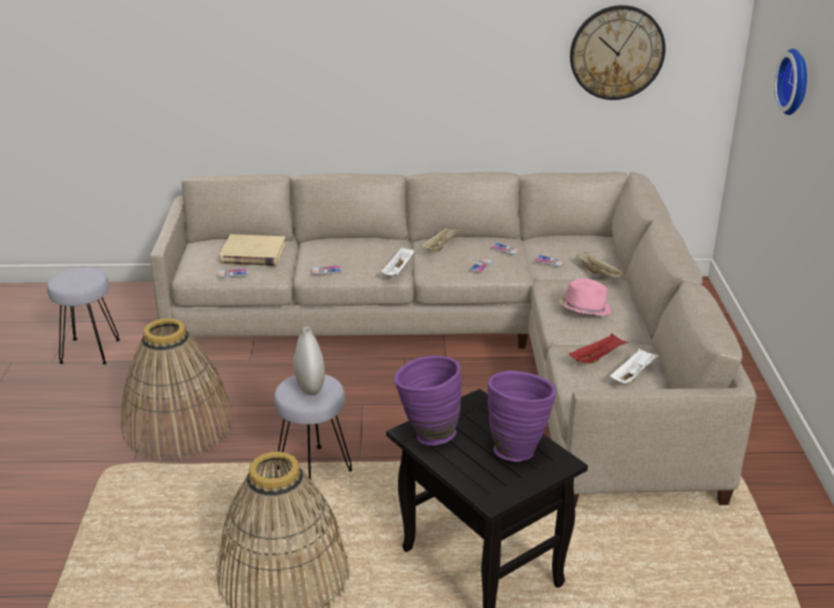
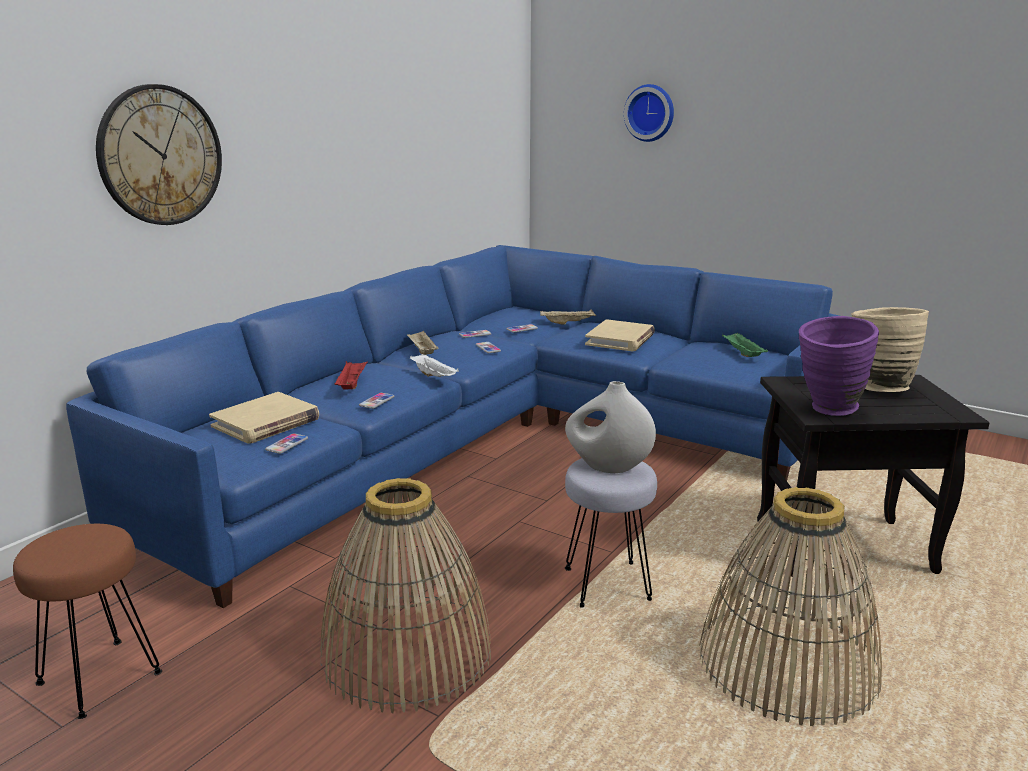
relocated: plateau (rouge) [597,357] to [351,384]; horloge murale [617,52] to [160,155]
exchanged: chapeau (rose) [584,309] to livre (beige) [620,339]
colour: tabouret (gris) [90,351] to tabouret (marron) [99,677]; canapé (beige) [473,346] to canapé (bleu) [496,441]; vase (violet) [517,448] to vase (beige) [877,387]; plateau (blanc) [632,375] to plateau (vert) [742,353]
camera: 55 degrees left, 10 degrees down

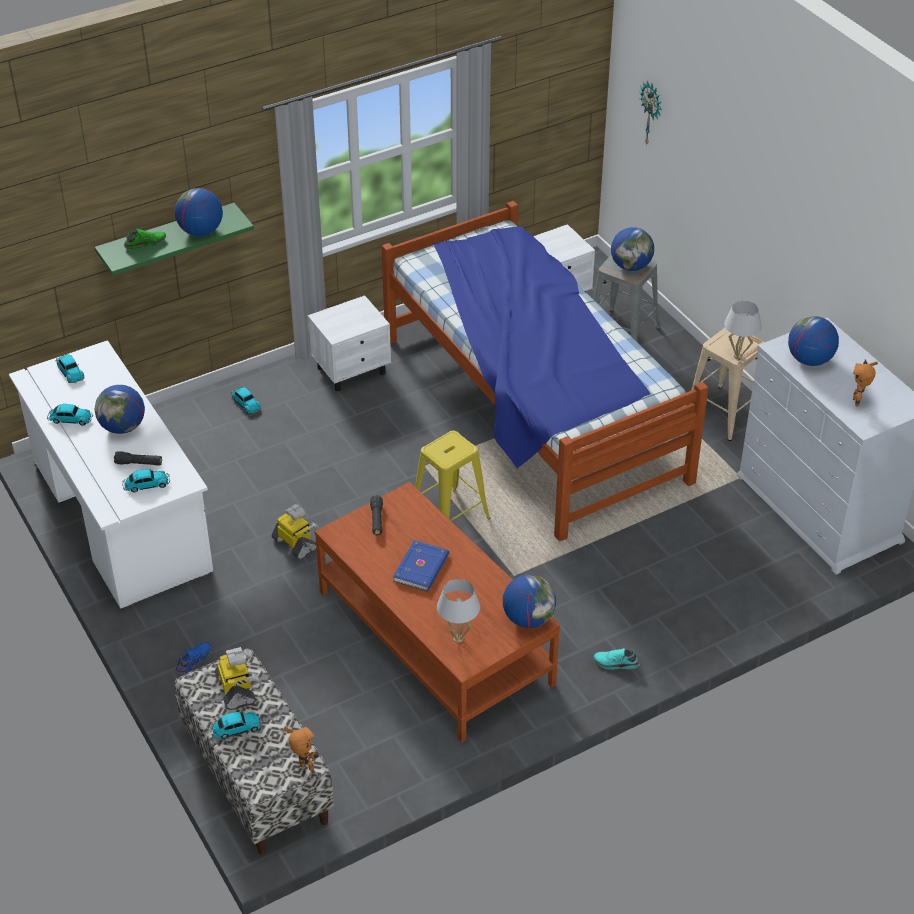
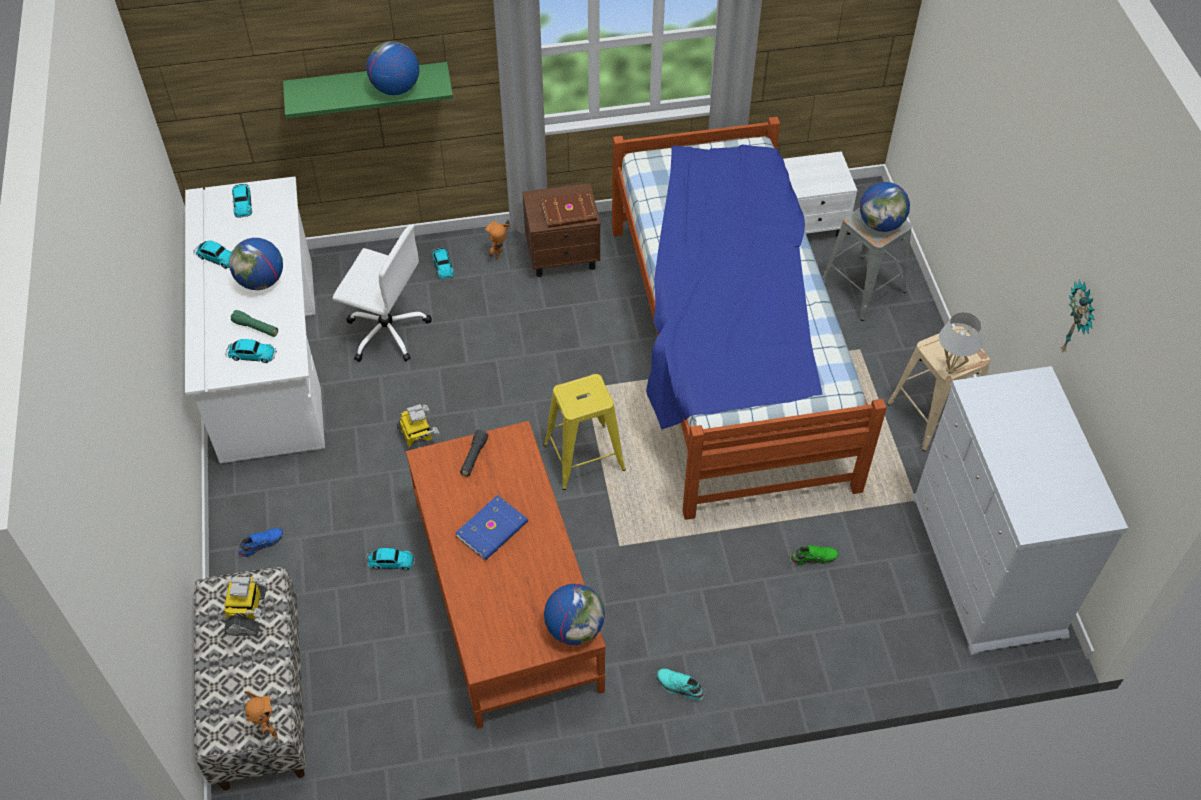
missing: lampe de table (blanc) [458,639]; globe [809,360]
appeared: chaise de bureau (blanc) [386,331]; livre (marron) [569,213]
relocated: chaussure (vert) [145,243] to [813,557]; petite voiture [235,728] to [390,562]; horloge murale [651,113] to [1079,321]; robot jouet [858,402] to [501,255]
colour: lampe de poche (noir) [139,463] to lampe de poche (vert) [256,328]; table de chevet (blanc) [352,370] to table de chevet (marron) [563,256]
camera: 20 degrees right, 10 degrees up

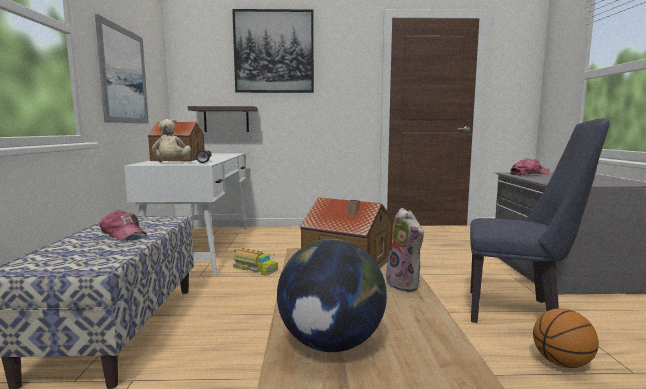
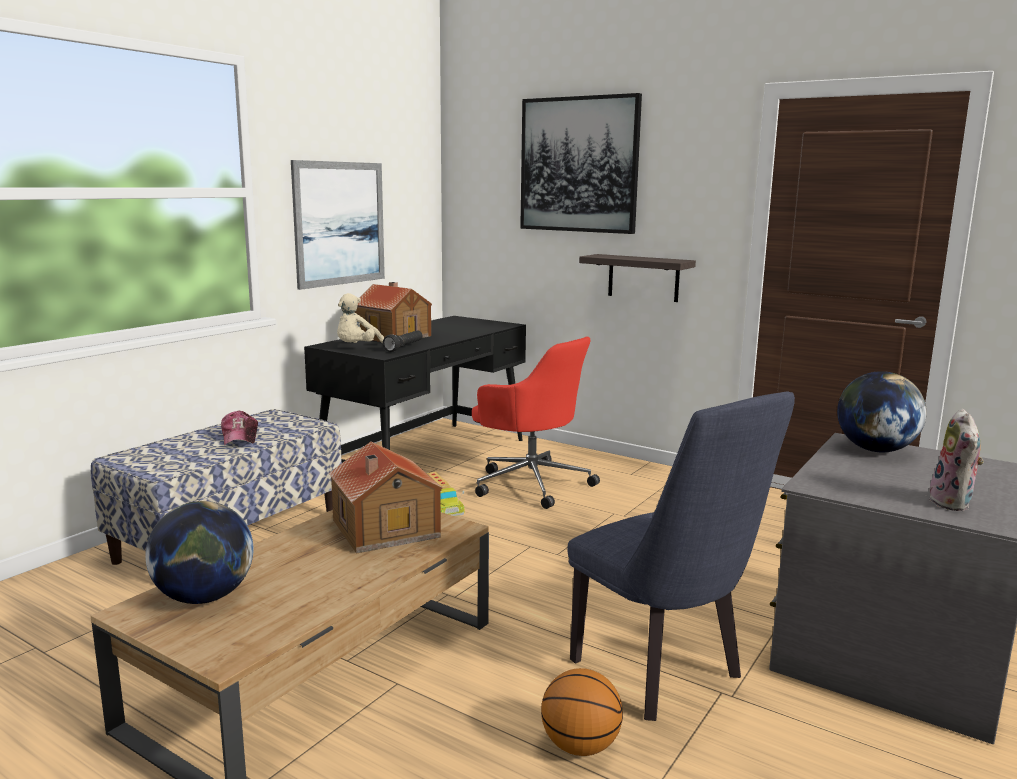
appeared: chaise de bureau (rouge) [531,483]
relocated: étagère [226,119] to [643,278]; peluche [405,284] to [953,503]
exchanged: casquette [529,174] to globe [875,450]
colour: bureau (blanc) [202,248] to bureau (noir) [426,458]
camera: 35 degrees right, 5 degrees up

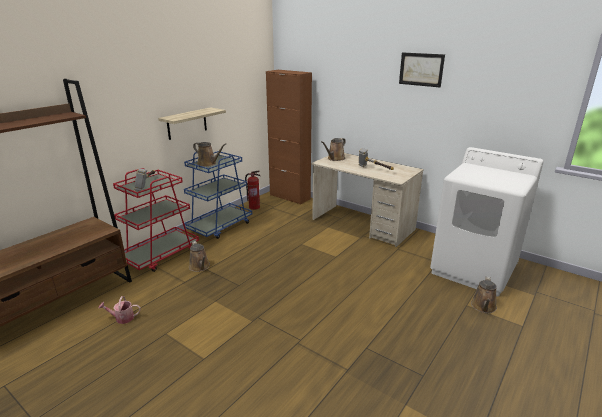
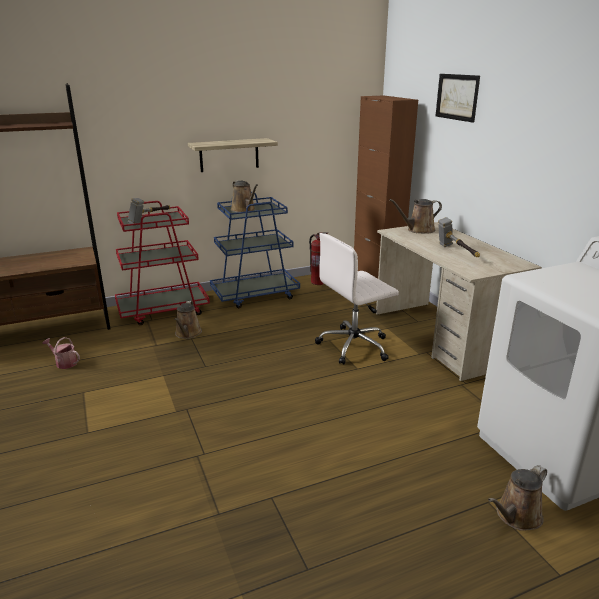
appeared: chaise de bureau (blanc) [355,346]
relocated: tableau [421,69] to [457,97]
camera: 30 degrees right, 0 degrees up

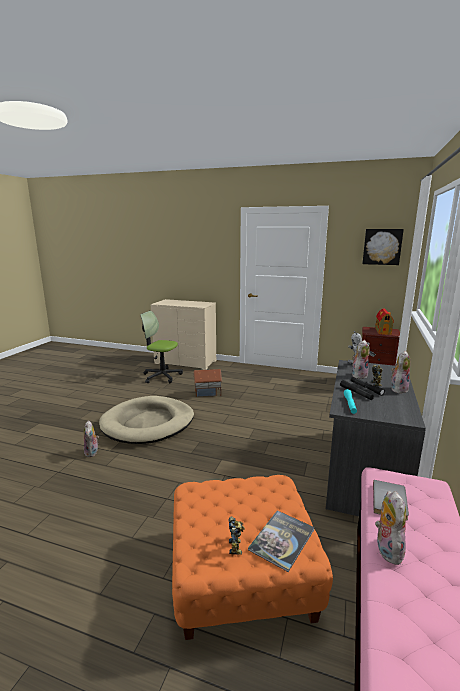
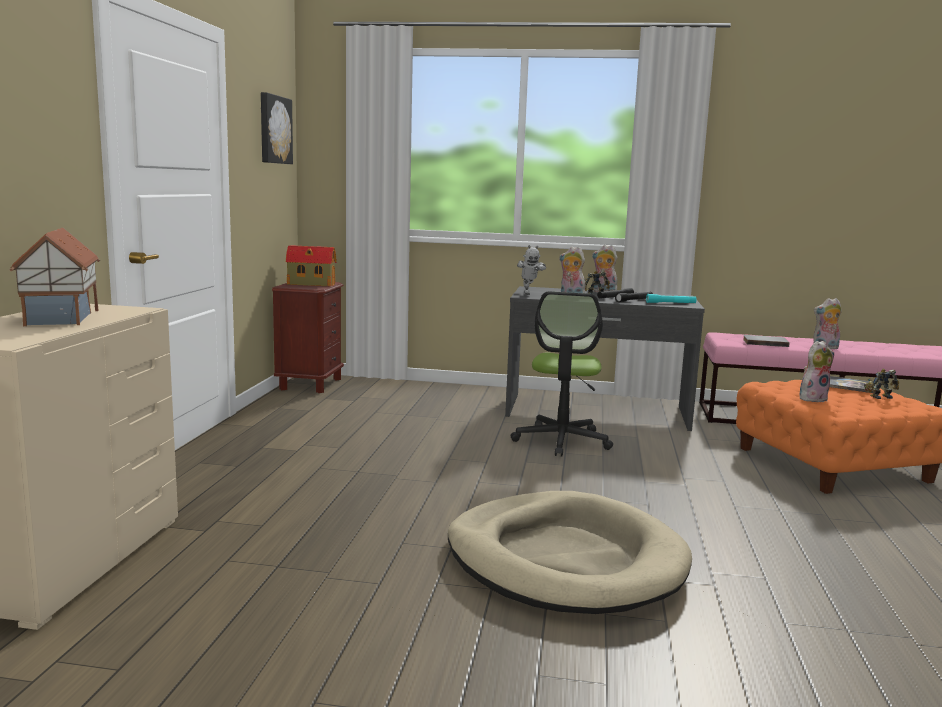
relocated: peluche [92,452] to [812,398]; chaise de bureau [162,376] to [561,441]; maison miniature [208,393] to [64,318]
camera: 100 degrees left, 5 degrees down

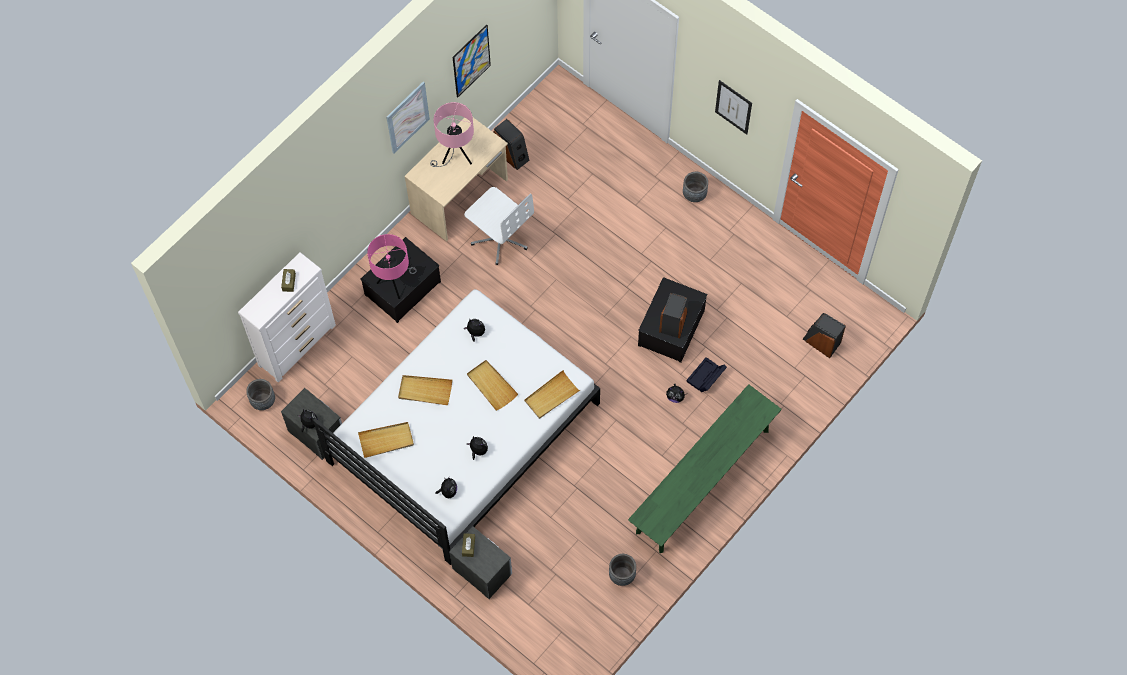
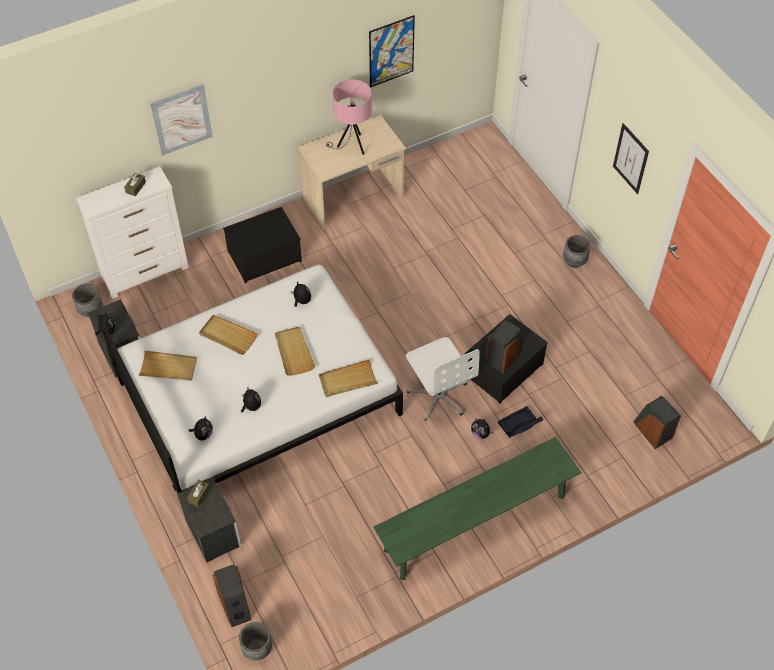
missing: lampe de table (rose) [395,284]
relocated: tableau [407,117] to [181,119]; chaise de bureau (blanc) [500,238] to [438,395]; enceinte [512,154] to [235,605]; cache-pot (gris) [622,575] to [257,648]
camera: 20 degrees right, 10 degrees down

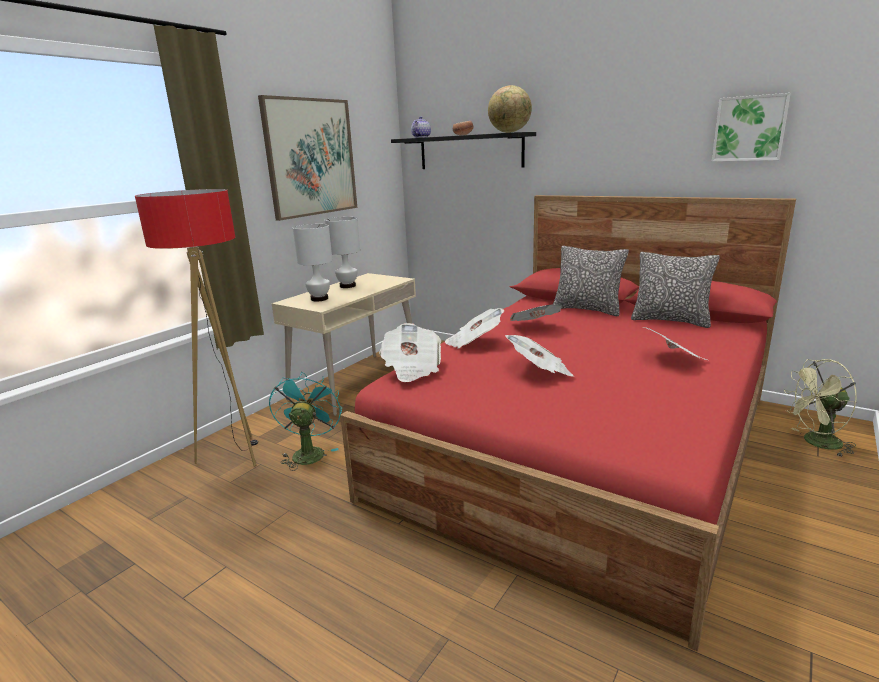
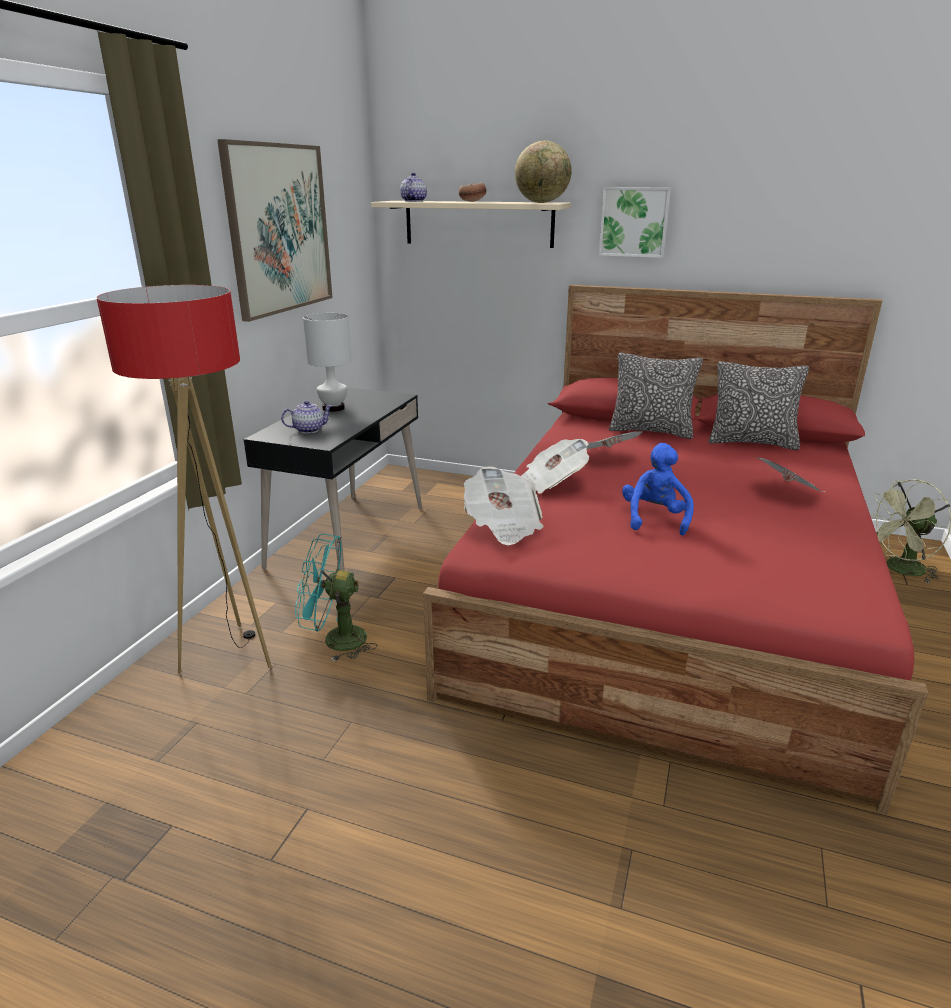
relocated: tableau [749,128] to [634,222]
exchanged: lampe de table (blanc) [319,299] to théière [309,430]; journal [539,372] to peluche (bleu) [654,519]
colour: bureau (beige) [356,382] to bureau (noir) [348,536]; étagère (noir) [470,152] to étagère (beige) [478,223]
spun: ventilateur (turquoise) [309,452] = [335,640] 75 degrees counterclockwise
camera: 15 degrees left, 5 degrees up

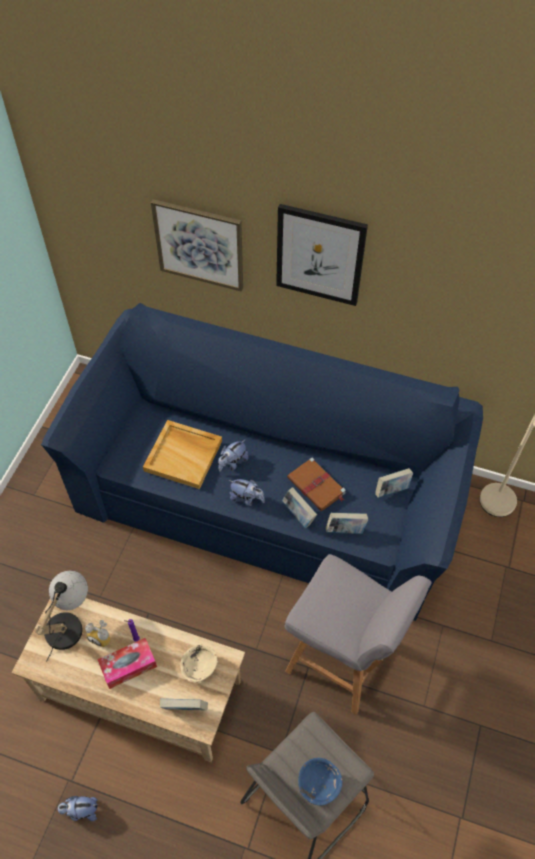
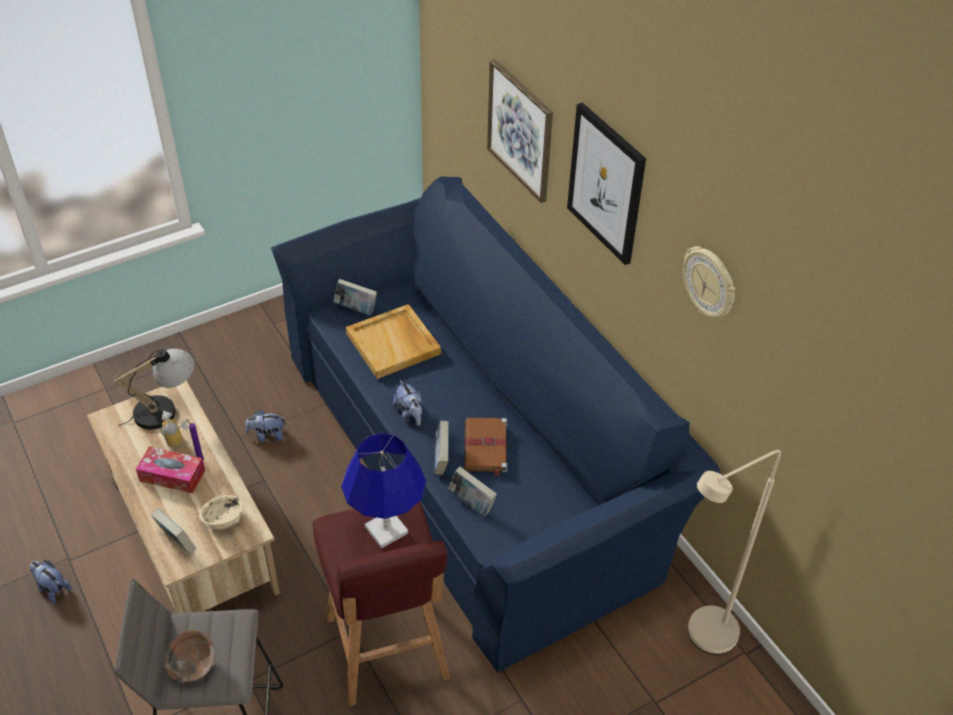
appeared: lampe de table (bleu) [386,529]; horloge murale [710,283]
relocated: peluche [232,463] to [267,436]; livre [392,490] to [356,309]
colour: tabouret (gris) [342,661] to tabouret (rouge) [387,651]; bol (bleu) [318,784] to bol (marron) [192,665]
camera: 40 degrees right, 10 degrees down

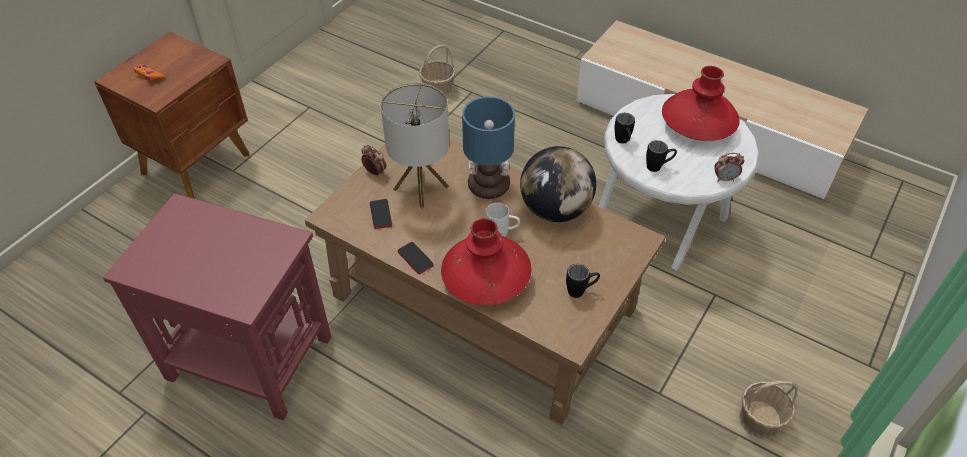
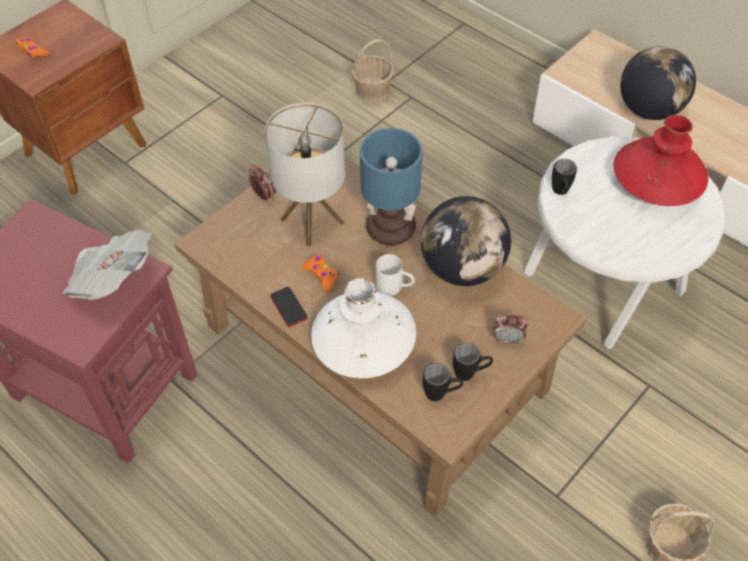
missing: téléphone [380,214]
appeared: journal [112,279]; manette (orange) [321,275]; globe [649,110]
relocated: mug (noir) [658,167] to [441,394]; réveil [725,178] to [508,339]
colour: vase (rouge) [486,279] to vase (blanc) [363,343]
camera: 10 degrees right, 5 degrees up

